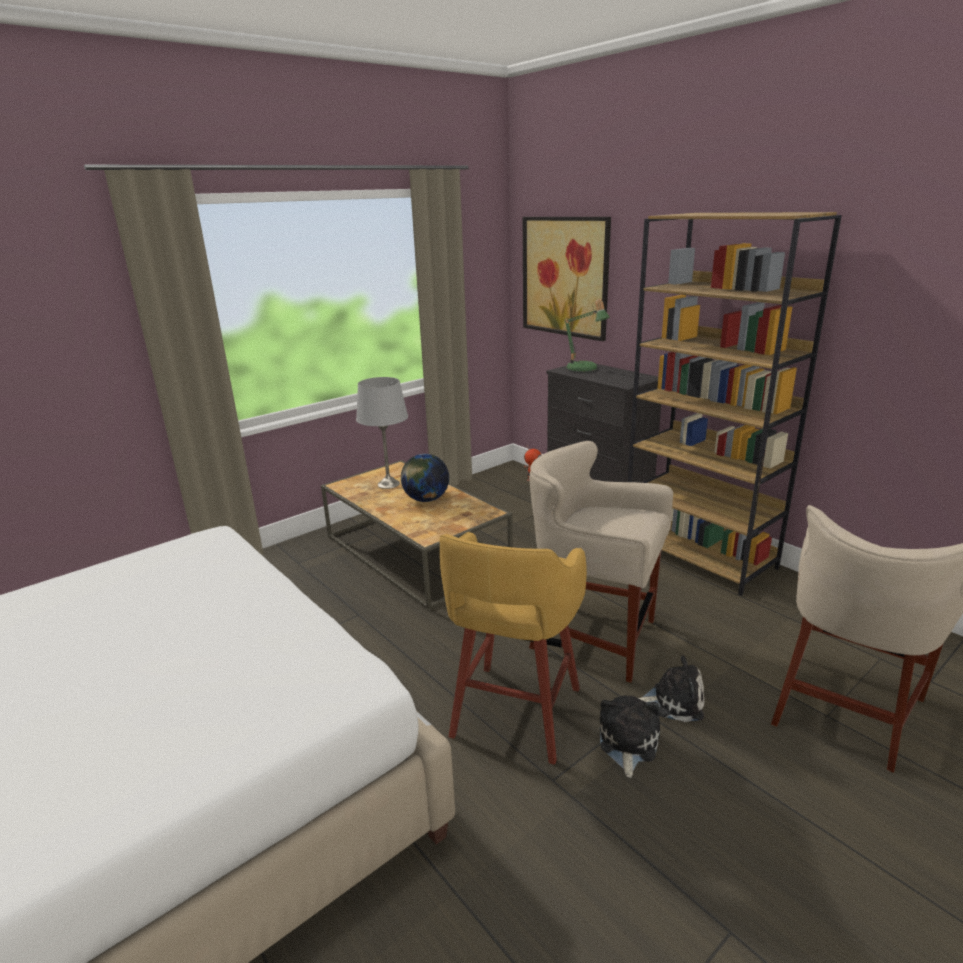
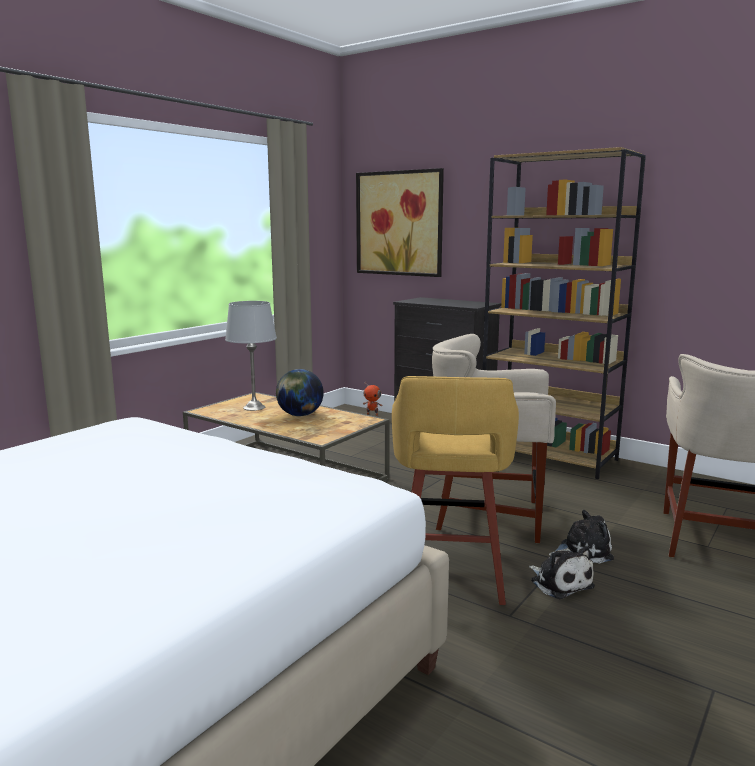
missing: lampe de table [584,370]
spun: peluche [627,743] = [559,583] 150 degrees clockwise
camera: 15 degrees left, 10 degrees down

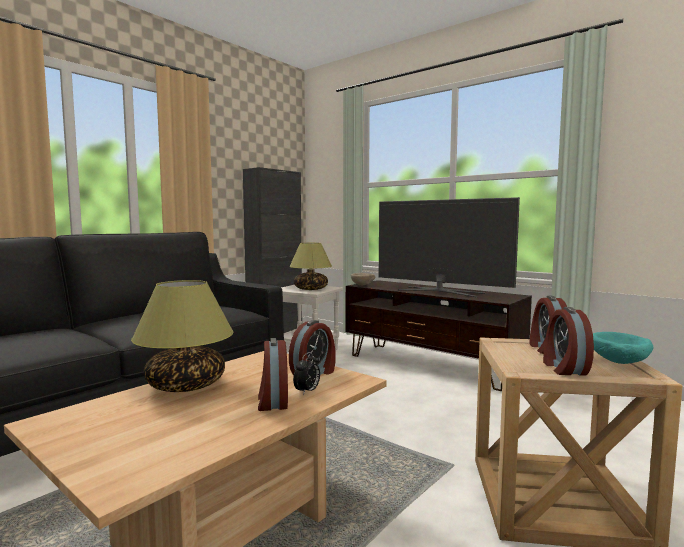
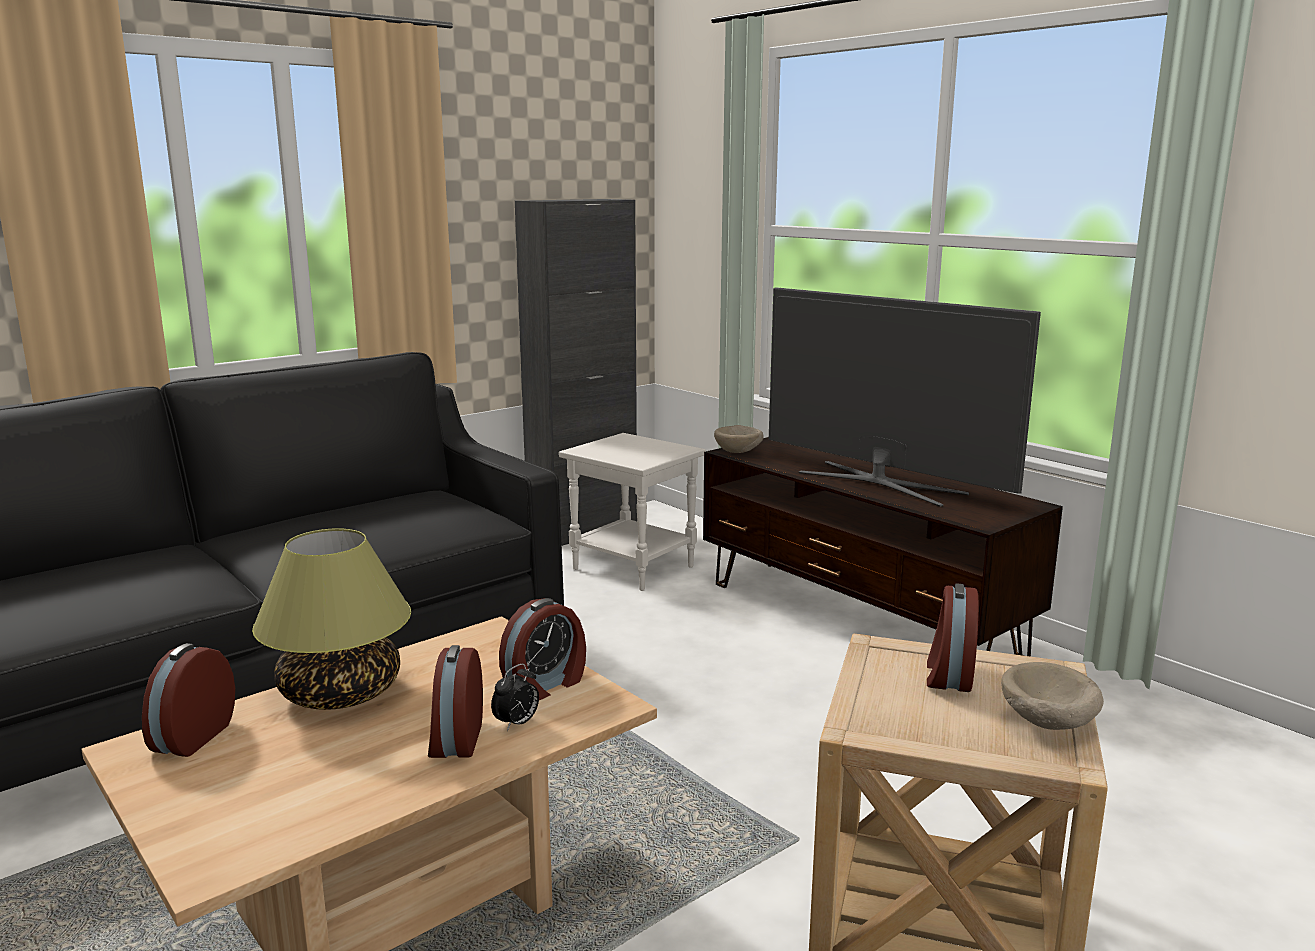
missing: lampe de table [310,289]
relocated: réveil [563,368] to [191,737]
colour: bol (turquoise) [618,363] to bol (beige) [1046,723]
camera: 10 degrees right, 10 degrees up

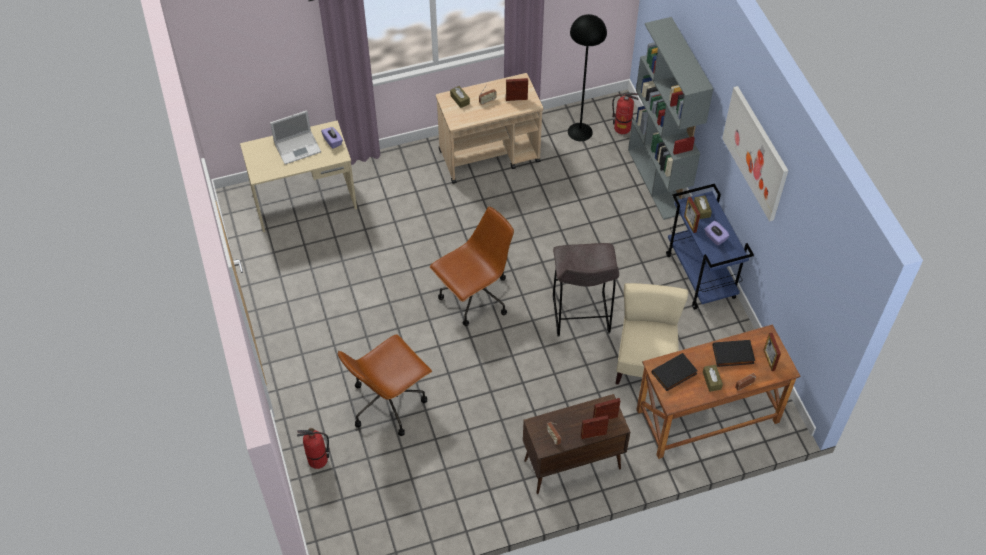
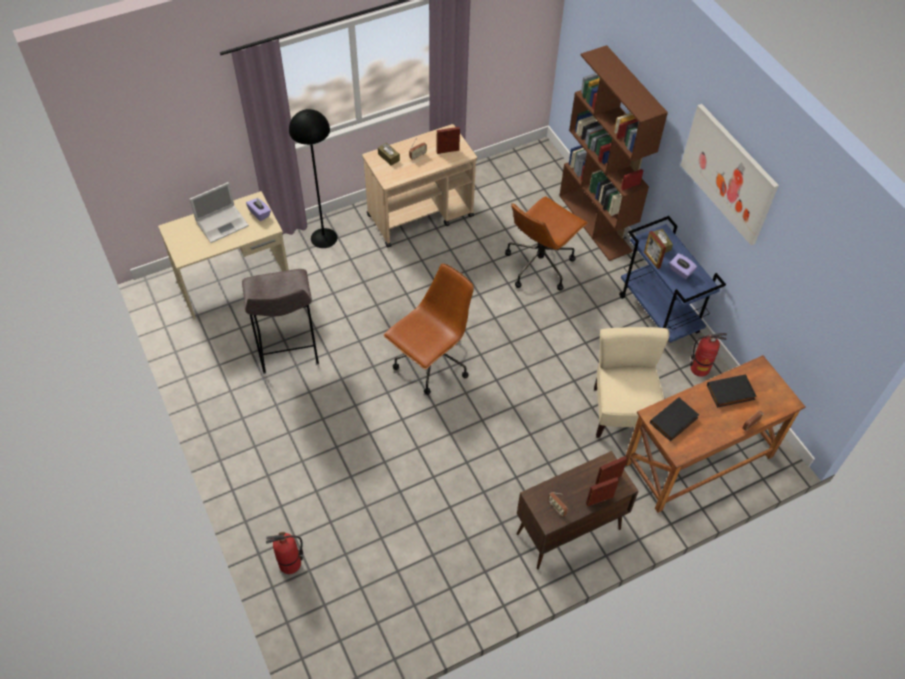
missing: boîte à mouchoirs (marron) [711,380]; cadre photo [769,360]
relocated: chaise de bureau (marron) [388,402] to [539,265]; tabouret (gris) [581,316] to [288,350]; lampadaire (noir) [580,132] to [324,238]; extincteur [622,128] to [699,368]
colour: bibliothèque (gris) [658,181] to bibliothèque (marron) [595,223]
camera: 10 degrees left, 0 degrees up

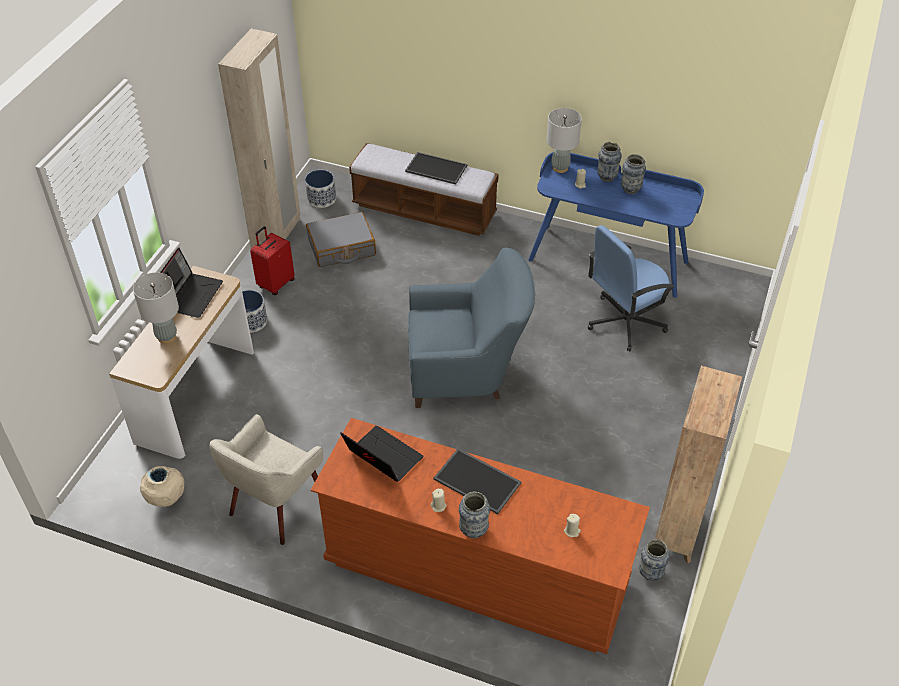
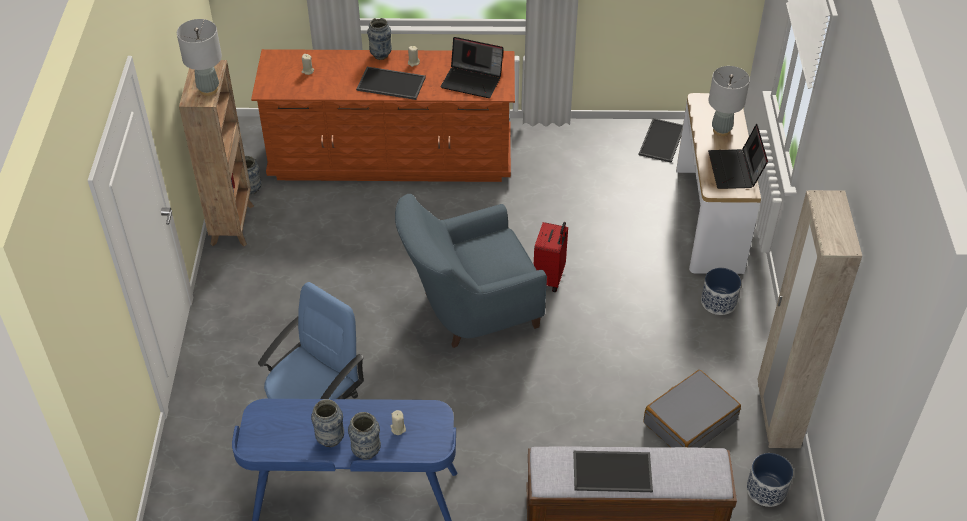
missing: fauteuil (beige) [276,505]
relocated: valise (rouge) [275,283] to [550,278]; lampe de table (gris) [560,168] to [208,89]
exchanged: vase (beige) [167,499] to plateau [662,141]
camera: 160 degrees right, 0 degrees up

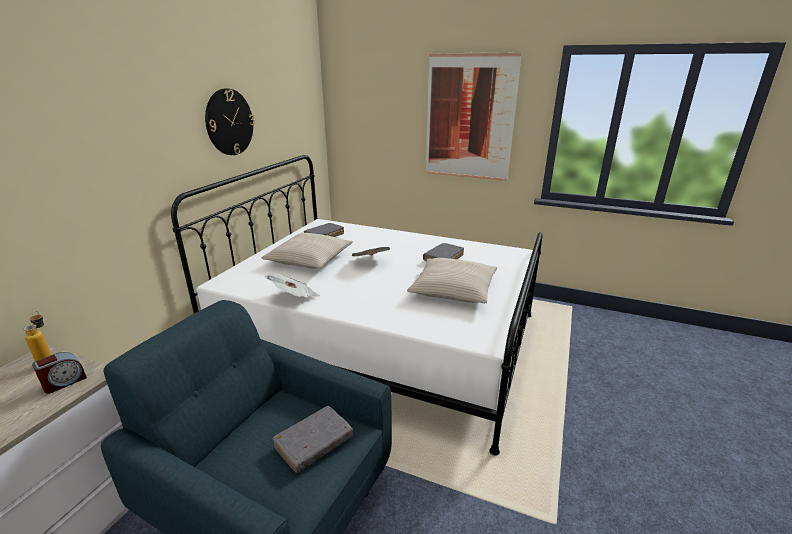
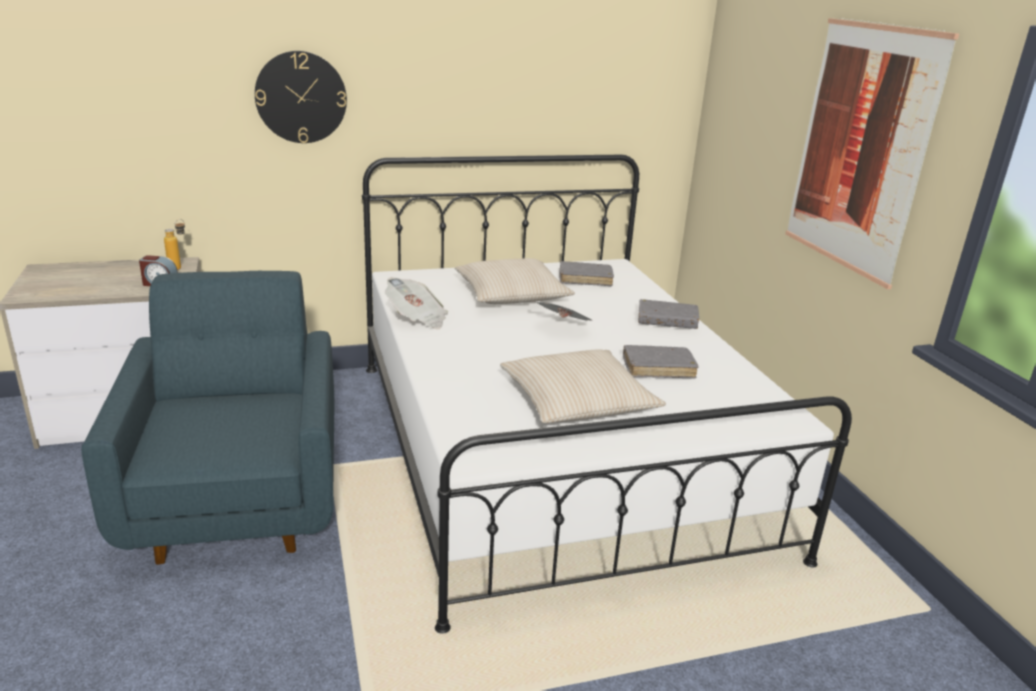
relocated: horloge murale [229,122] to [301,97]; livre (gris) [314,443] to [667,321]
camera: 50 degrees right, 0 degrees up

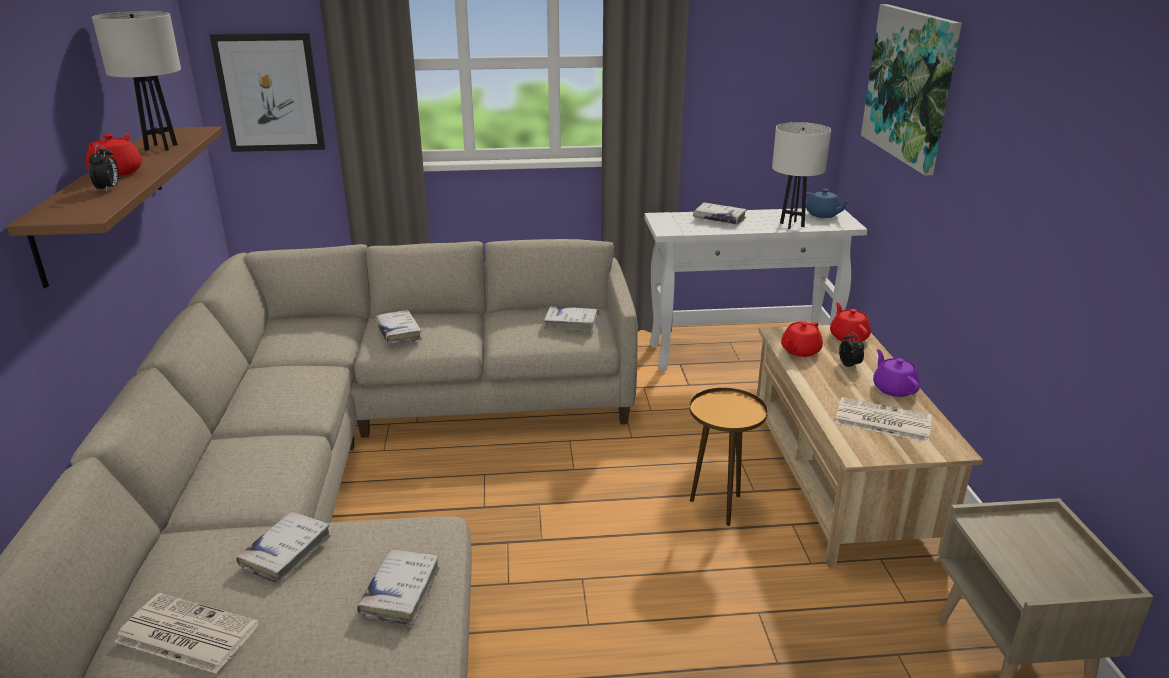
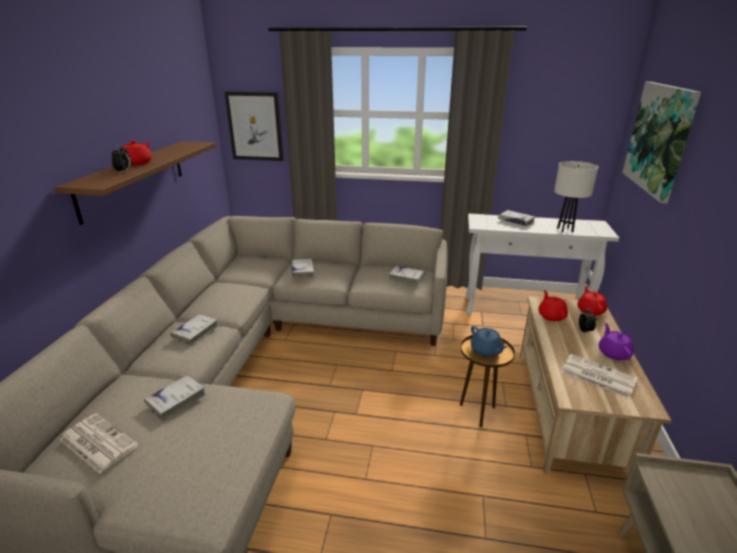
missing: lampe de table (blanc) [161,147]
relocated: livre (blanc) [401,592] to [196,332]; théière (bleu) [823,215] to [486,350]
spun: théière (rouge) [800,351] = [551,316] 120 degrees clockwise
camera: 15 degrees right, 0 degrees up

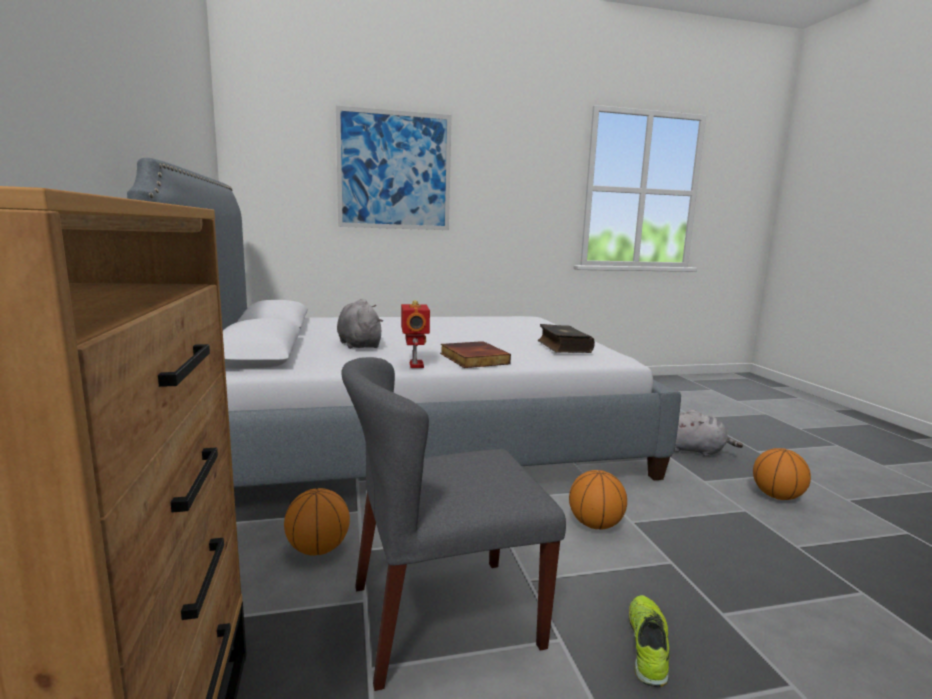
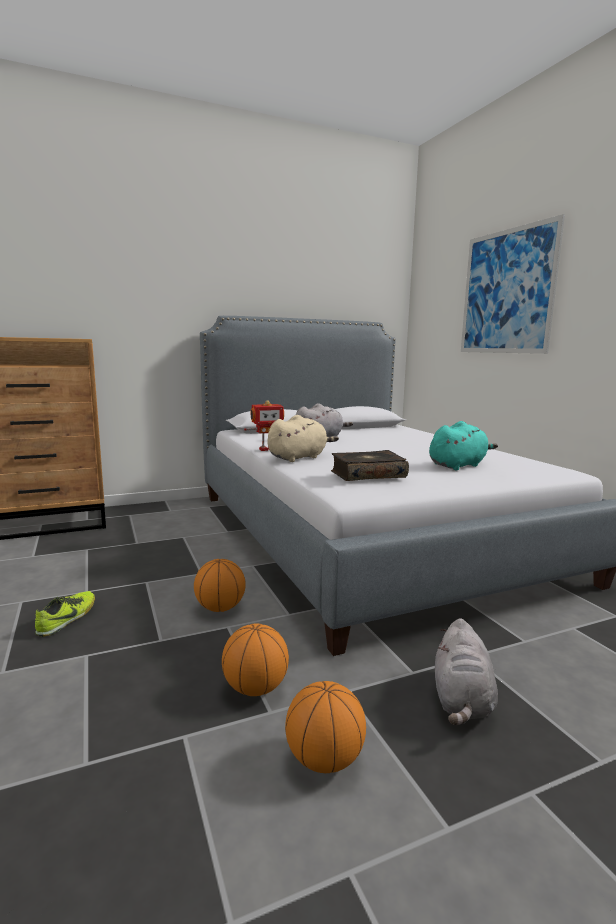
missing: chaise (gris) [443,616]
appeared: peluche (turquoise) [458,465]
relocated: ballon de basket [318,549] to [255,688]
exchanged: livre [472,358] to peluche (beige) [299,457]
spun: chaussure [648,646] = [68,619] 75 degrees counterclockwise
camera: 80 degrees right, 0 degrees up

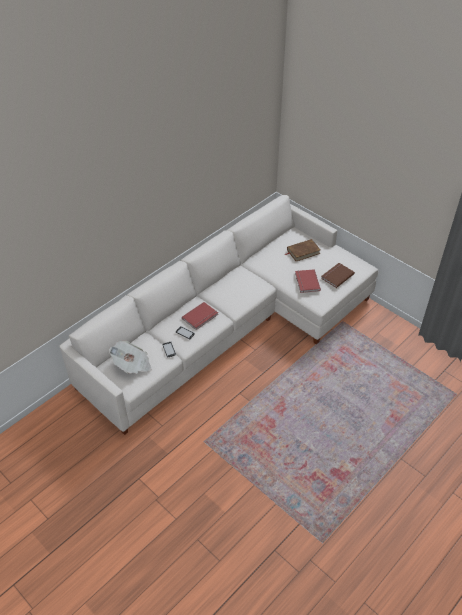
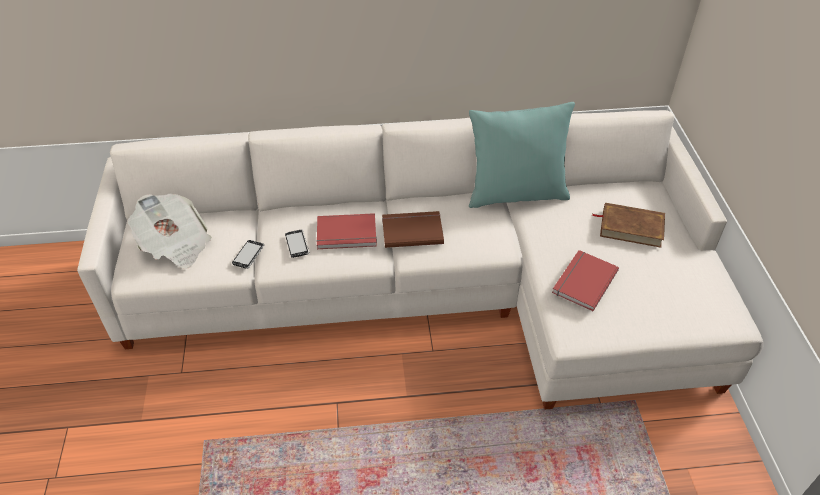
appeared: coussin (turquoise) [515,194]
relocated: livre (marron) [336,276] to [412,230]
camera: 40 degrees right, 0 degrees up

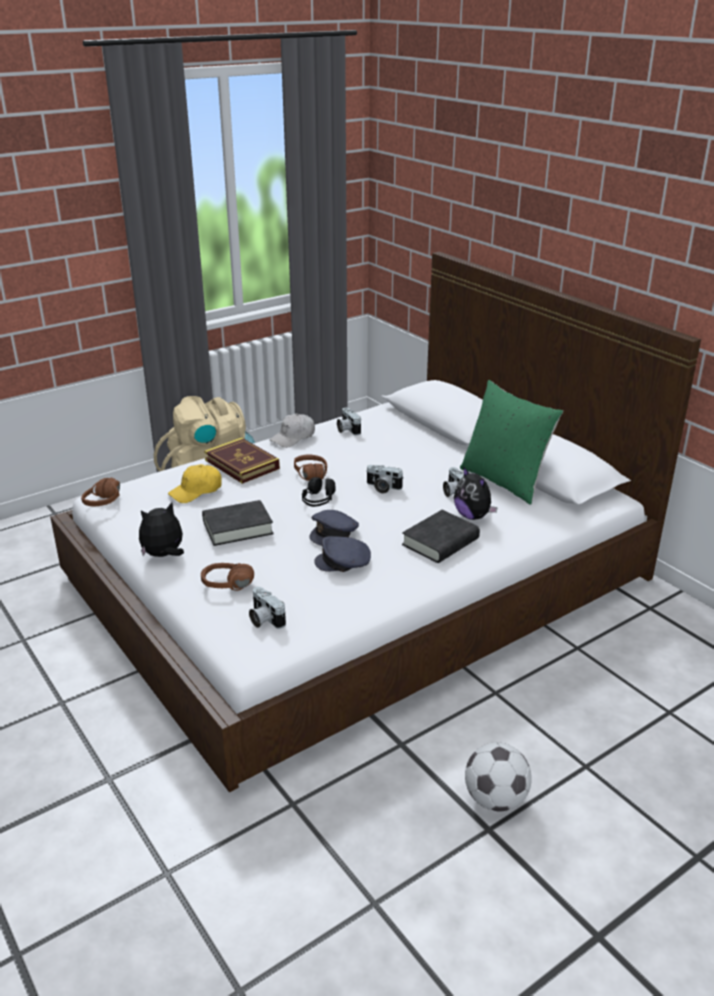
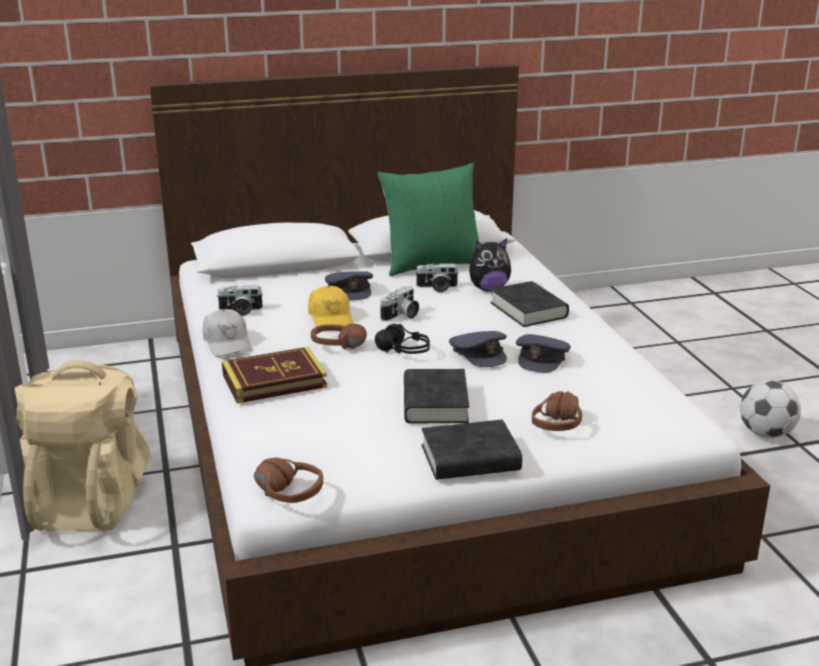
missing: appareil photo [264,619]
appeared: casquette (gris) [350,290]
relocated: casquette (jaune) [196,491] to [331,318]
exchanged: peluche [164,555] to livre (noir) [470,458]
camera: 70 degrees left, 5 degrees down

